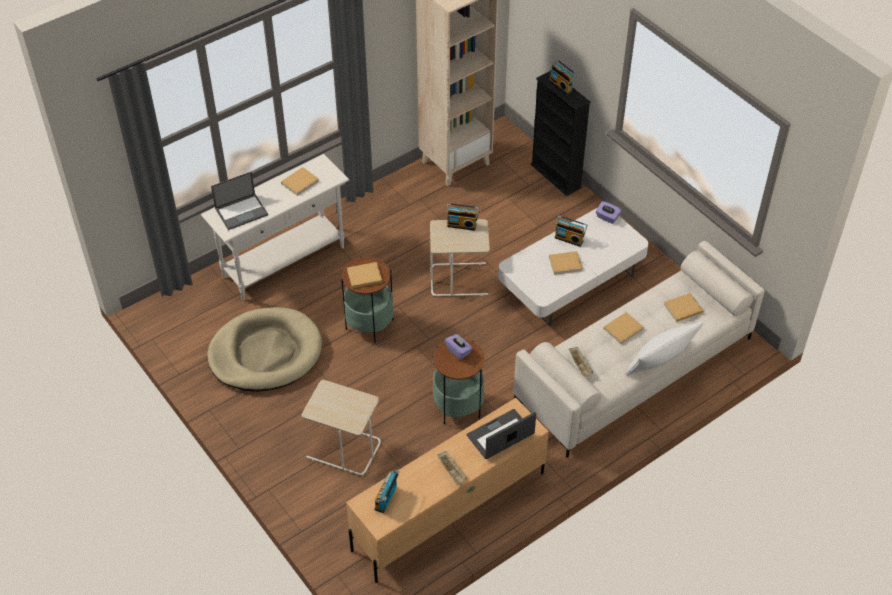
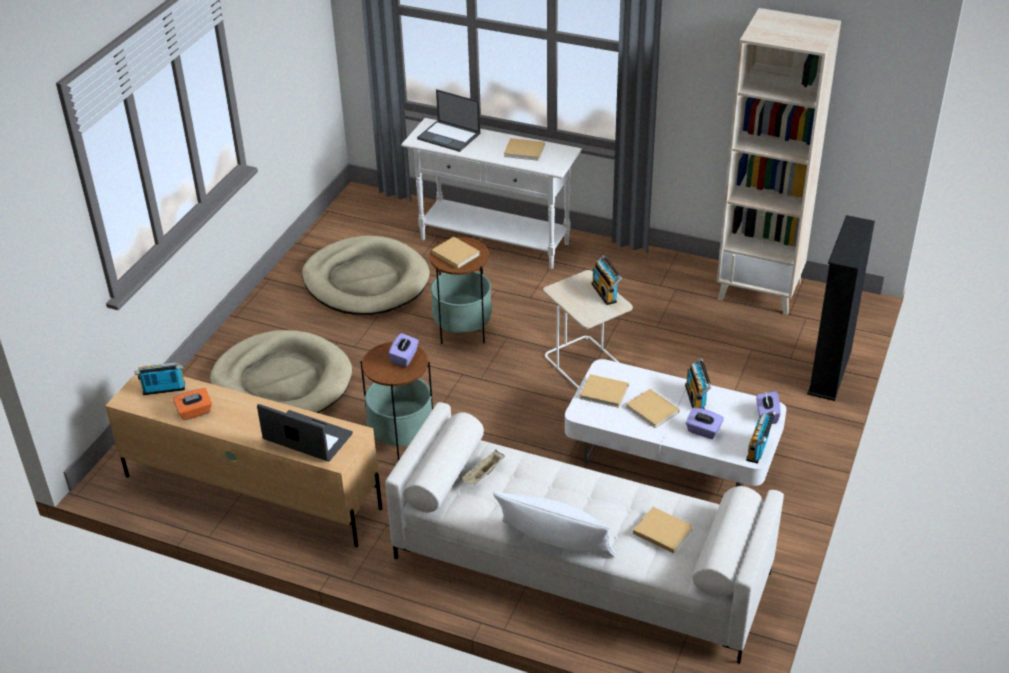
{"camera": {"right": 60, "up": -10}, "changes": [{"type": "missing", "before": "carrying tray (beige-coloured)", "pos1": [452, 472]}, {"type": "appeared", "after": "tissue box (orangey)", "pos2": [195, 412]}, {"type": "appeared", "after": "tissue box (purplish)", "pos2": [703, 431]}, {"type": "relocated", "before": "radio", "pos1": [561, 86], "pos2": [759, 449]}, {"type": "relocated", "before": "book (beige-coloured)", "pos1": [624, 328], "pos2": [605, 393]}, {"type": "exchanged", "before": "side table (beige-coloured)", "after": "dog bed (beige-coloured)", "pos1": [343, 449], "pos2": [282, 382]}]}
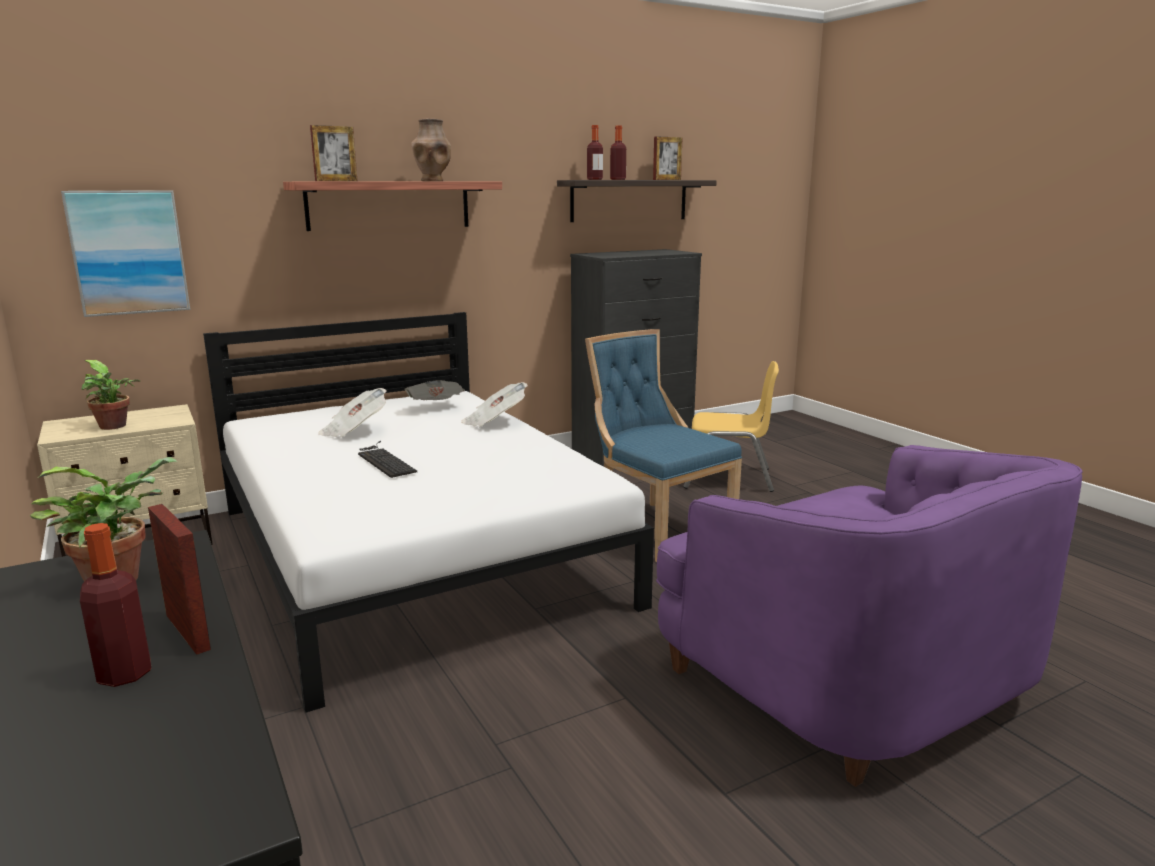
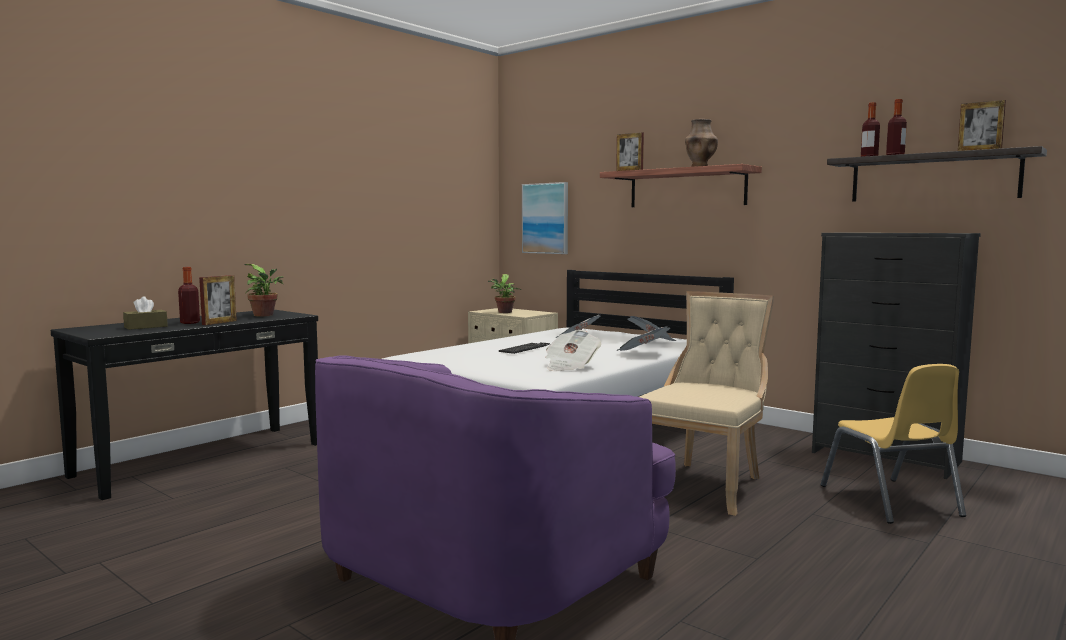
{"camera": {"right": 70, "up": -10}, "changes": [{"type": "appeared", "after": "tissue box (brown)", "pos2": [146, 327]}, {"type": "appeared", "after": "newspaper", "pos2": [570, 366]}, {"type": "colour", "before": "upright chair (bluish)", "after": "upright chair (beige-coloured)", "pos1": [656, 527], "pos2": [704, 485]}]}
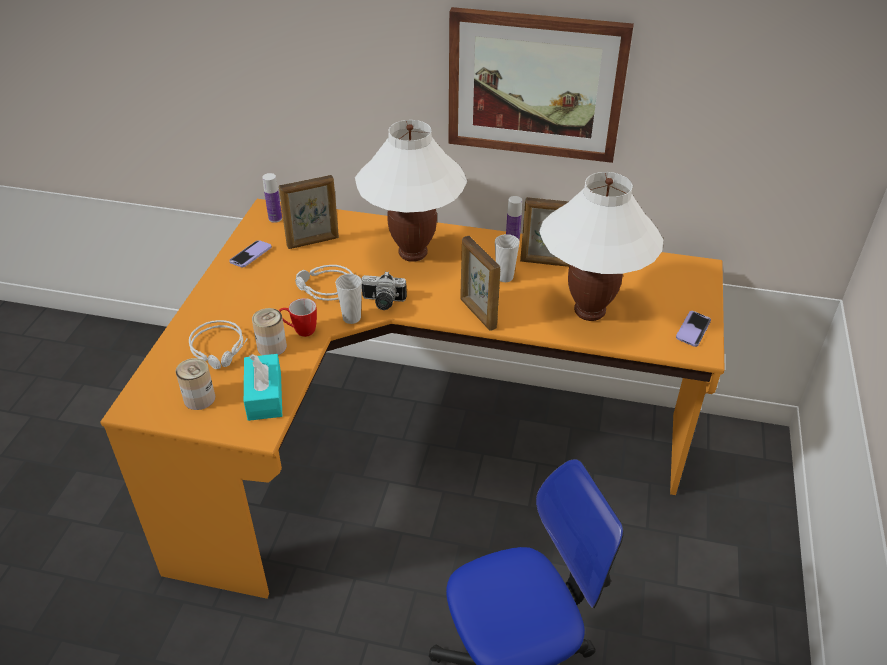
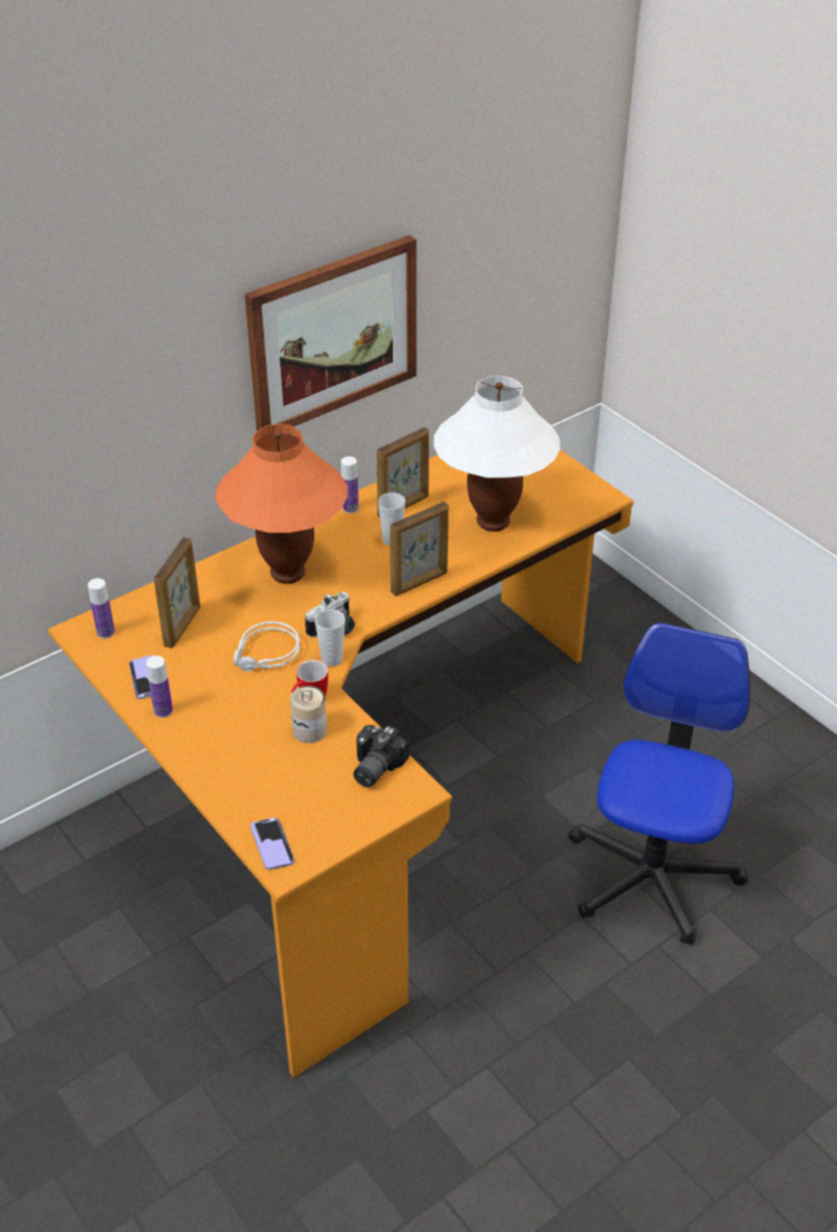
{"camera": {"right": -50, "up": 0}, "changes": [{"type": "missing", "before": "sealed can", "pos1": [199, 398]}, {"type": "missing", "before": "pair of headphones (greyish)", "pos1": [220, 349]}, {"type": "appeared", "after": "drink bottle", "pos2": [163, 711]}, {"type": "relocated", "before": "telephone", "pos1": [693, 330], "pos2": [272, 845]}, {"type": "exchanged", "before": "tissue box (blue-green)", "after": "photo camera", "pos1": [264, 396], "pos2": [373, 767]}, {"type": "colour", "before": "lamp for a table (whitish)", "after": "lamp for a table (orangey)", "pos1": [413, 253], "pos2": [287, 573]}, {"type": "spun", "before": "standing frame", "pos1": [477, 314], "pos2": [420, 583], "turn": -45}]}
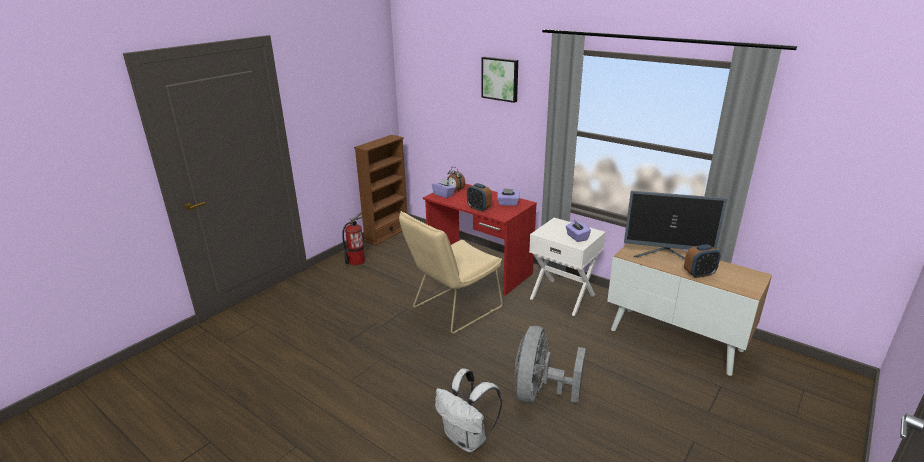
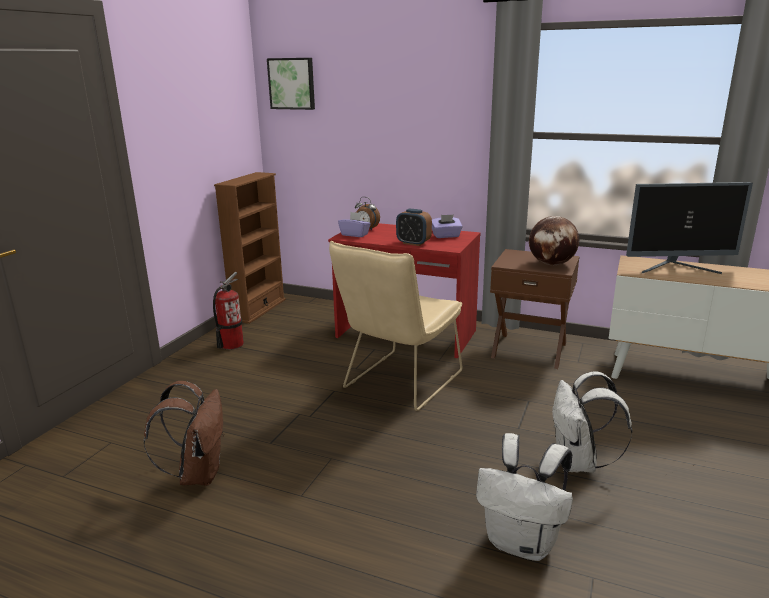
{"camera": {"right": -15, "up": -5}, "changes": [{"type": "missing", "before": "table clock", "pos1": [699, 274]}, {"type": "appeared", "after": "rucksack (brown)", "pos2": [198, 473]}, {"type": "relocated", "before": "wall picture", "pos1": [500, 79], "pos2": [292, 83]}, {"type": "exchanged", "before": "fan (greyish)", "after": "rucksack (whitish)", "pos1": [540, 392], "pos2": [578, 463]}, {"type": "exchanged", "before": "tissue box (purplish)", "after": "world globe", "pos1": [577, 237], "pos2": [552, 264]}, {"type": "colour", "before": "night table (whitish)", "after": "night table (brown)", "pos1": [563, 296], "pos2": [529, 350]}]}
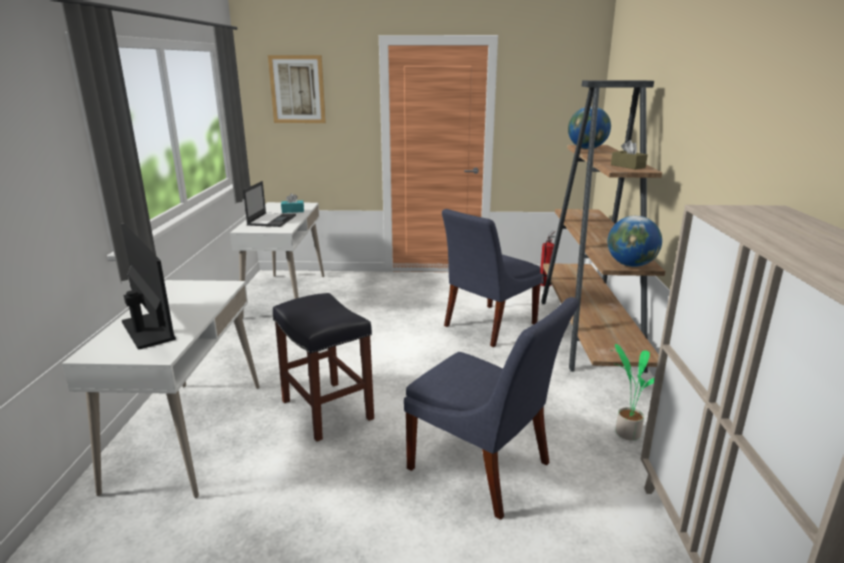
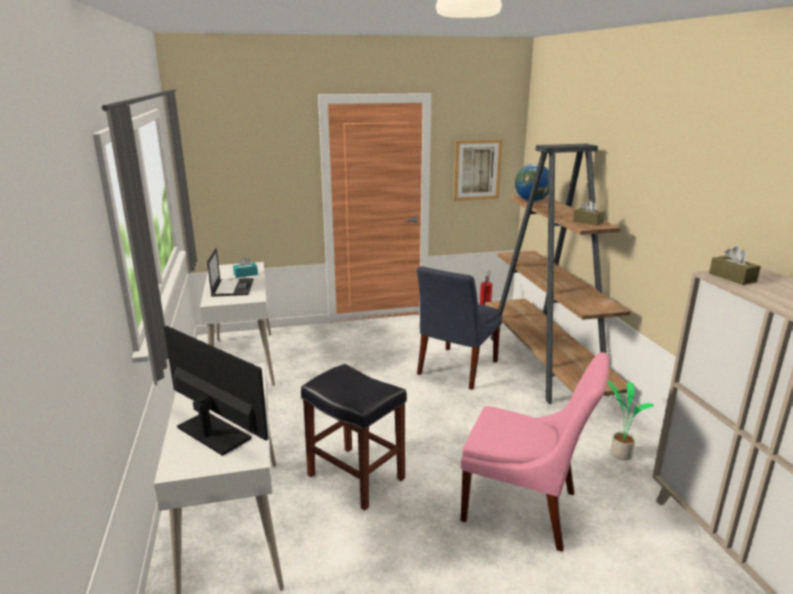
{"camera": {"right": -15, "up": 0}, "changes": [{"type": "missing", "before": "world globe", "pos1": [631, 265]}, {"type": "appeared", "after": "tissue box (brown)", "pos2": [732, 277]}, {"type": "relocated", "before": "wall picture", "pos1": [297, 89], "pos2": [477, 170]}, {"type": "colour", "before": "upright chair (bluish)", "after": "upright chair (pinkish)", "pos1": [483, 469], "pos2": [525, 509]}]}
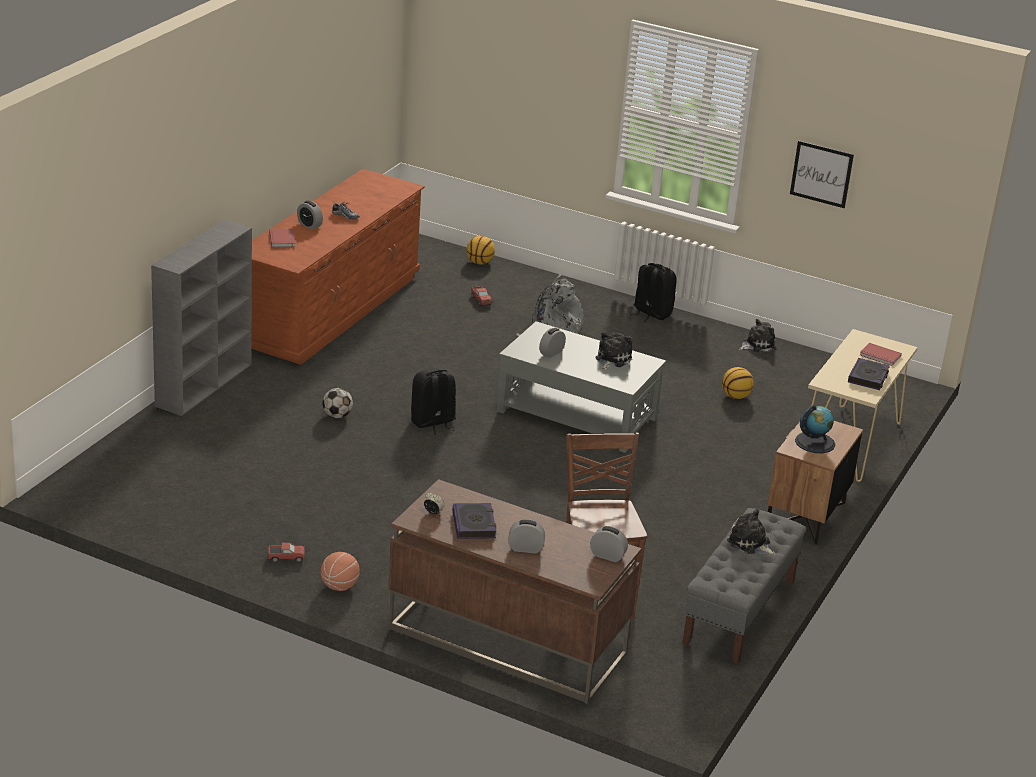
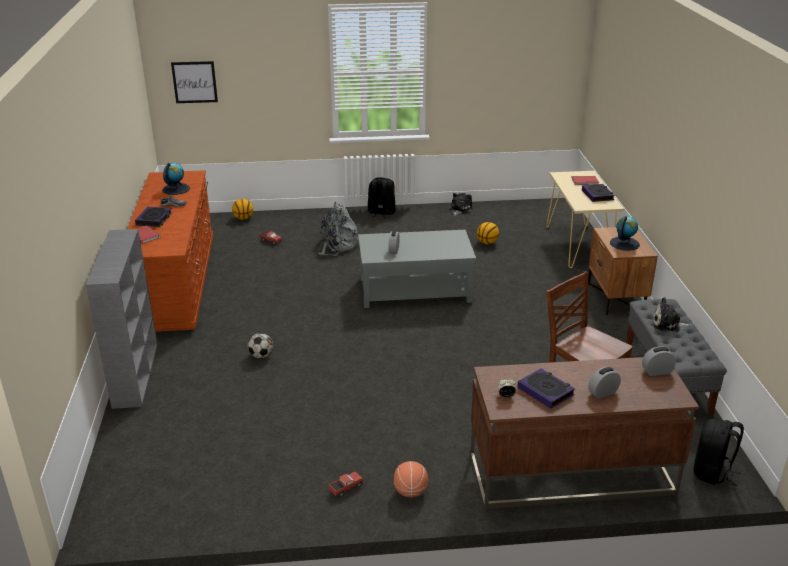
{"camera": {"right": -30, "up": 0}, "changes": [{"type": "missing", "before": "soft toy", "pos1": [611, 359]}, {"type": "appeared", "after": "world globe", "pos2": [176, 189]}, {"type": "relocated", "before": "rucksack (black-coloured)", "pos1": [433, 423], "pos2": [712, 472]}, {"type": "relocated", "before": "wall picture", "pos1": [821, 174], "pos2": [194, 82]}, {"type": "exchanged", "before": "table clock", "after": "book", "pos1": [309, 225], "pos2": [154, 219]}]}
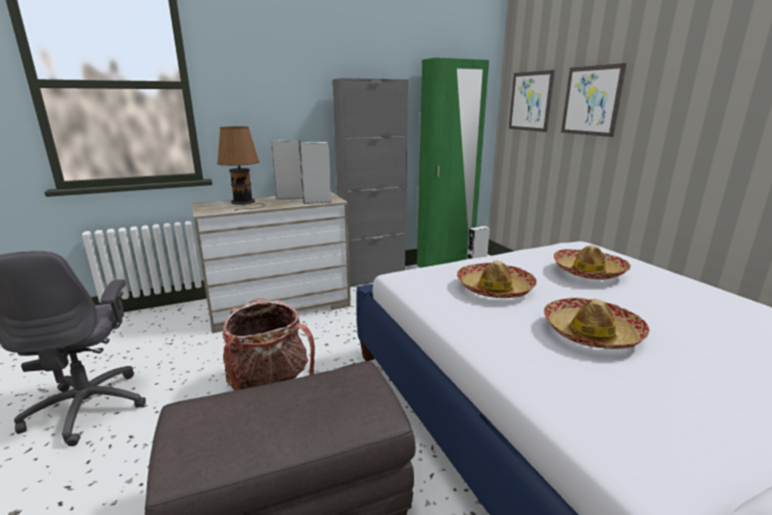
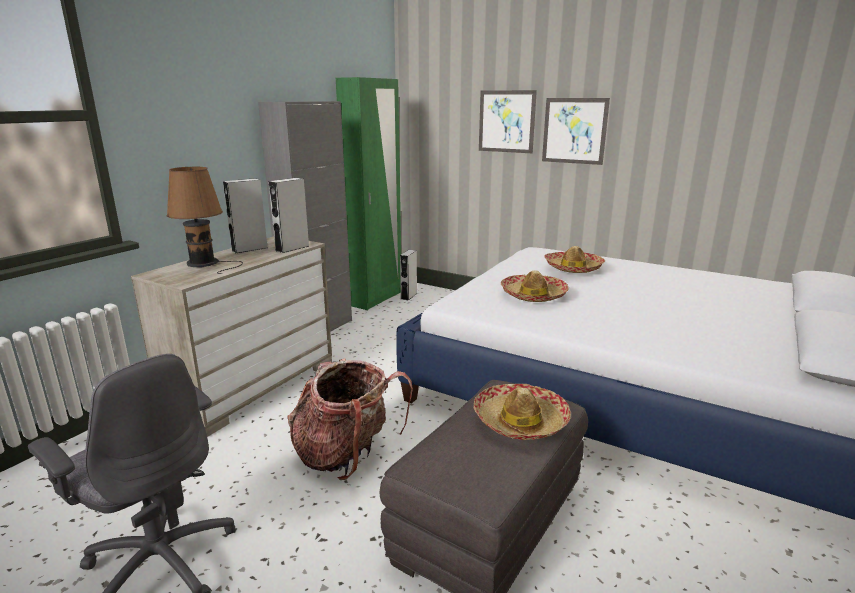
{"camera": {"right": -35, "up": 0}, "changes": [{"type": "relocated", "before": "wall picture", "pos1": [530, 101], "pos2": [574, 131]}, {"type": "relocated", "before": "hat", "pos1": [590, 333], "pos2": [520, 421]}]}
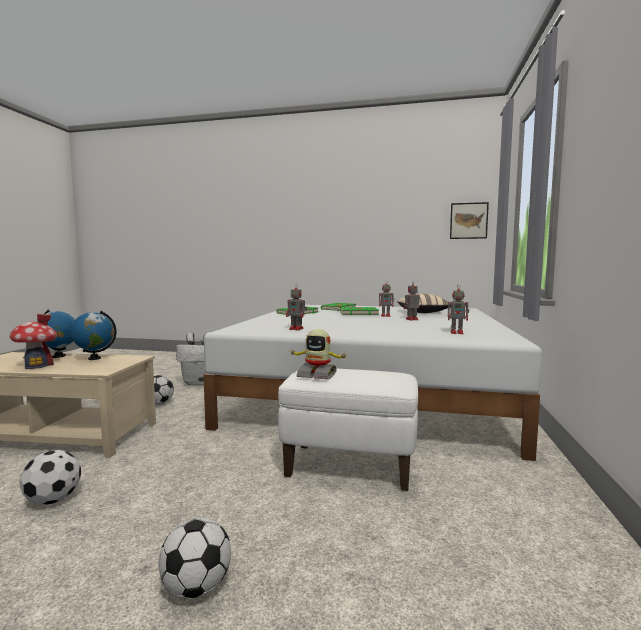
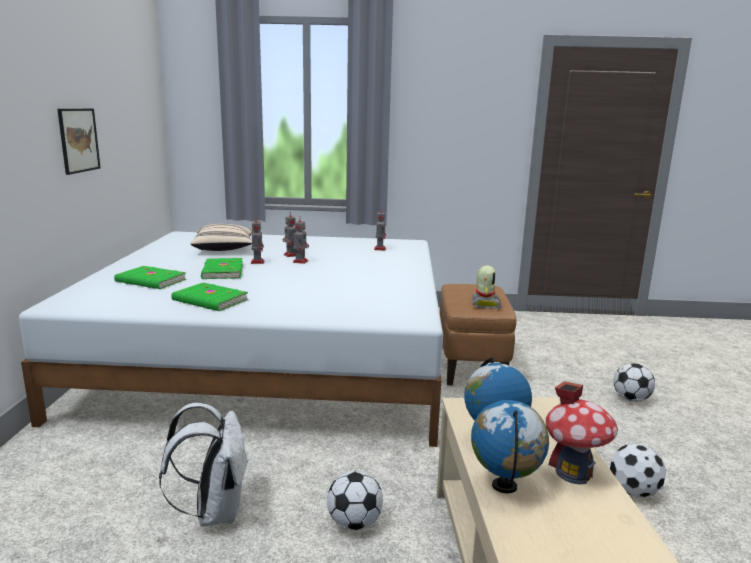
{"camera": {"right": -100, "up": 10}, "changes": [{"type": "relocated", "before": "model robot", "pos1": [297, 329], "pos2": [300, 261]}, {"type": "relocated", "before": "wall picture", "pos1": [468, 220], "pos2": [78, 140]}, {"type": "colour", "before": "footrest (whitish)", "after": "footrest (brown)", "pos1": [350, 466], "pos2": [471, 365]}]}
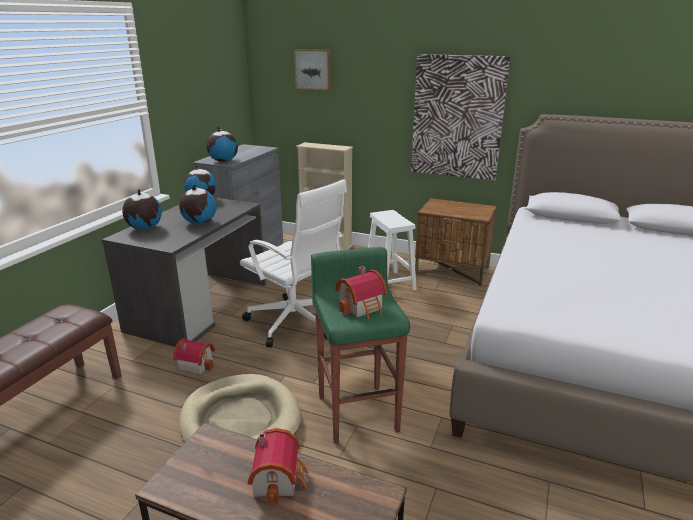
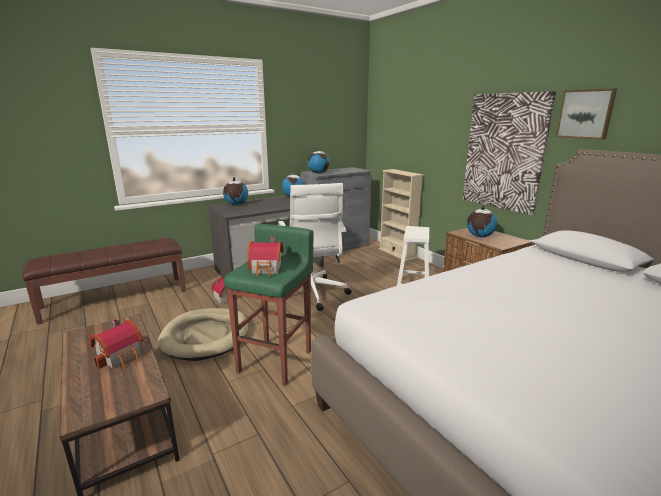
{"camera": {"right": 35, "up": -5}, "changes": [{"type": "relocated", "before": "world globe", "pos1": [199, 223], "pos2": [479, 236]}, {"type": "relocated", "before": "wall picture", "pos1": [313, 69], "pos2": [586, 114]}]}
